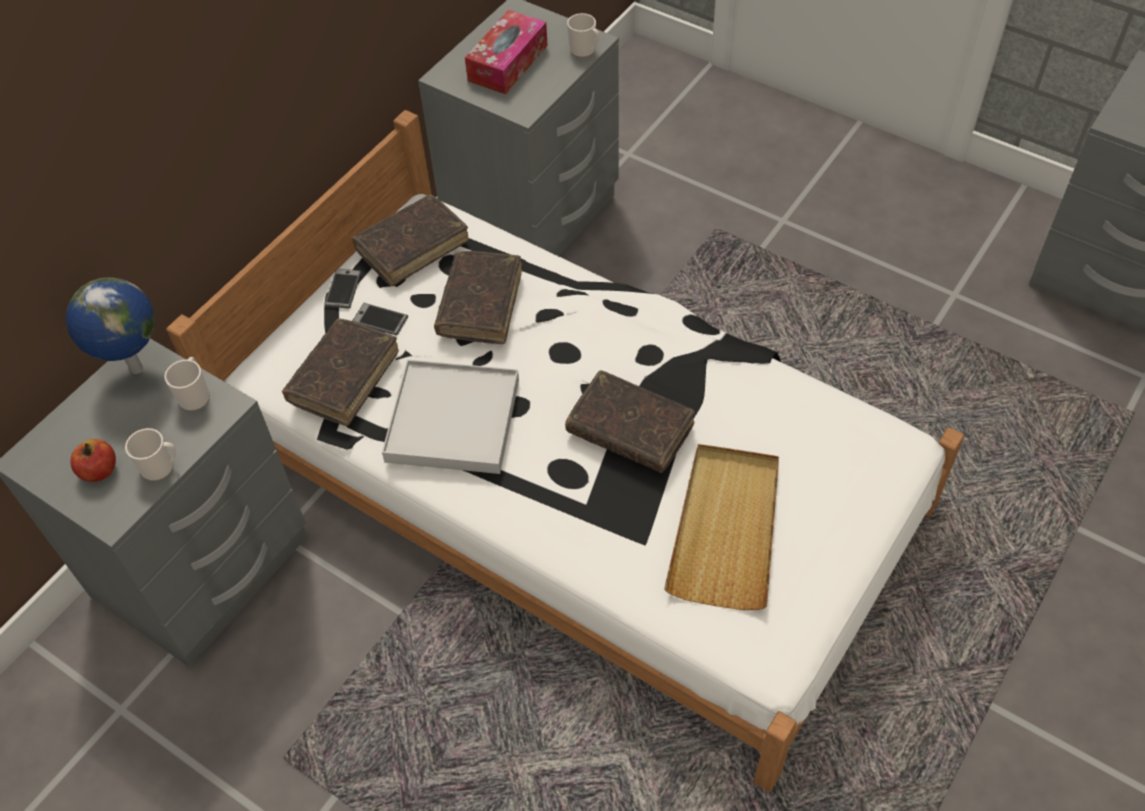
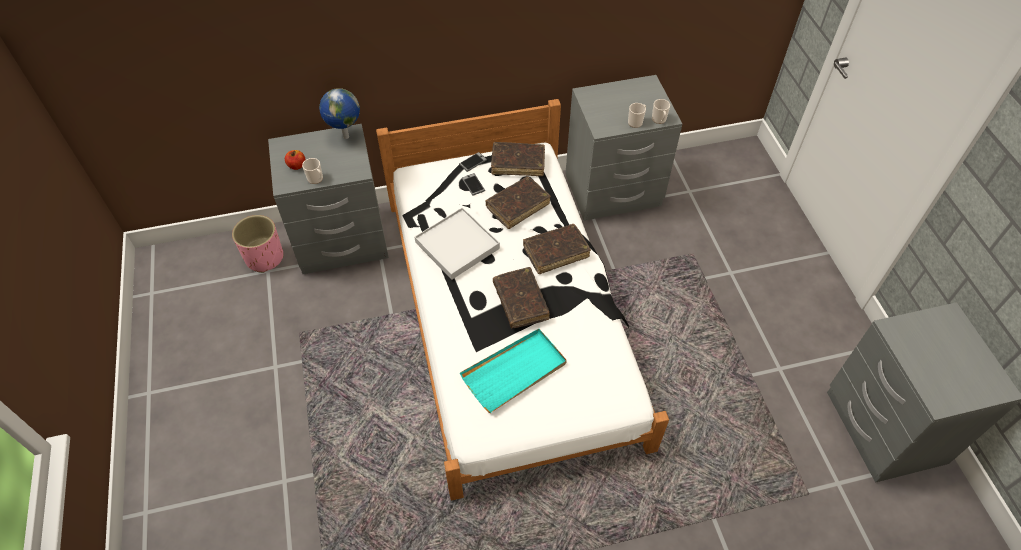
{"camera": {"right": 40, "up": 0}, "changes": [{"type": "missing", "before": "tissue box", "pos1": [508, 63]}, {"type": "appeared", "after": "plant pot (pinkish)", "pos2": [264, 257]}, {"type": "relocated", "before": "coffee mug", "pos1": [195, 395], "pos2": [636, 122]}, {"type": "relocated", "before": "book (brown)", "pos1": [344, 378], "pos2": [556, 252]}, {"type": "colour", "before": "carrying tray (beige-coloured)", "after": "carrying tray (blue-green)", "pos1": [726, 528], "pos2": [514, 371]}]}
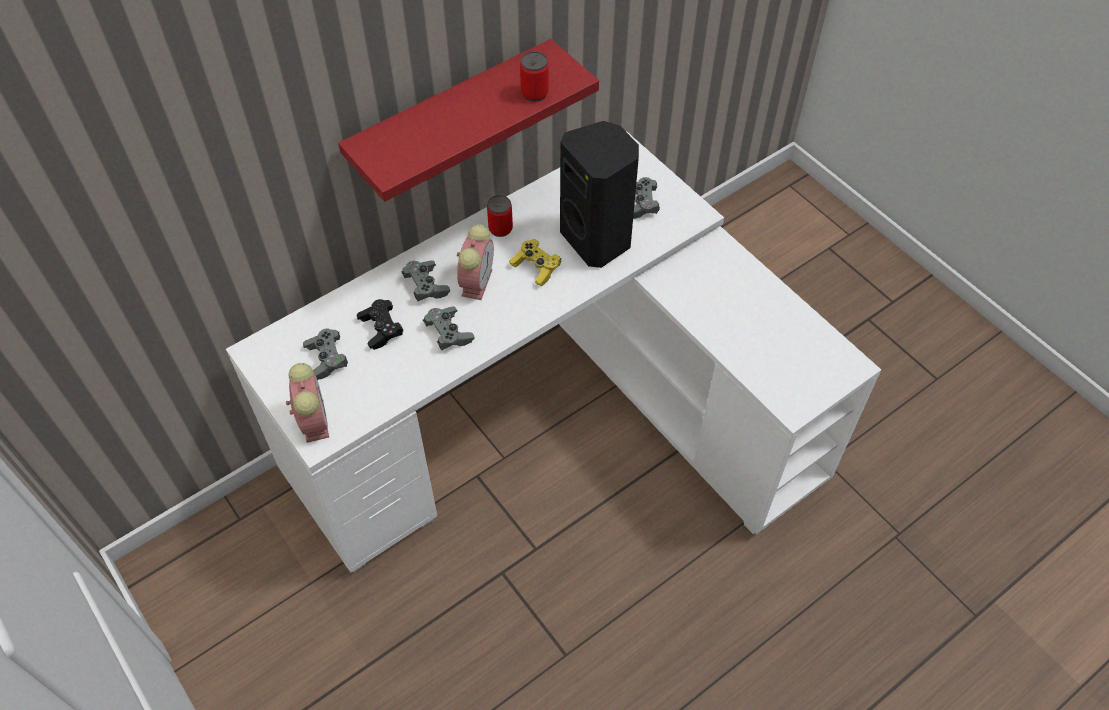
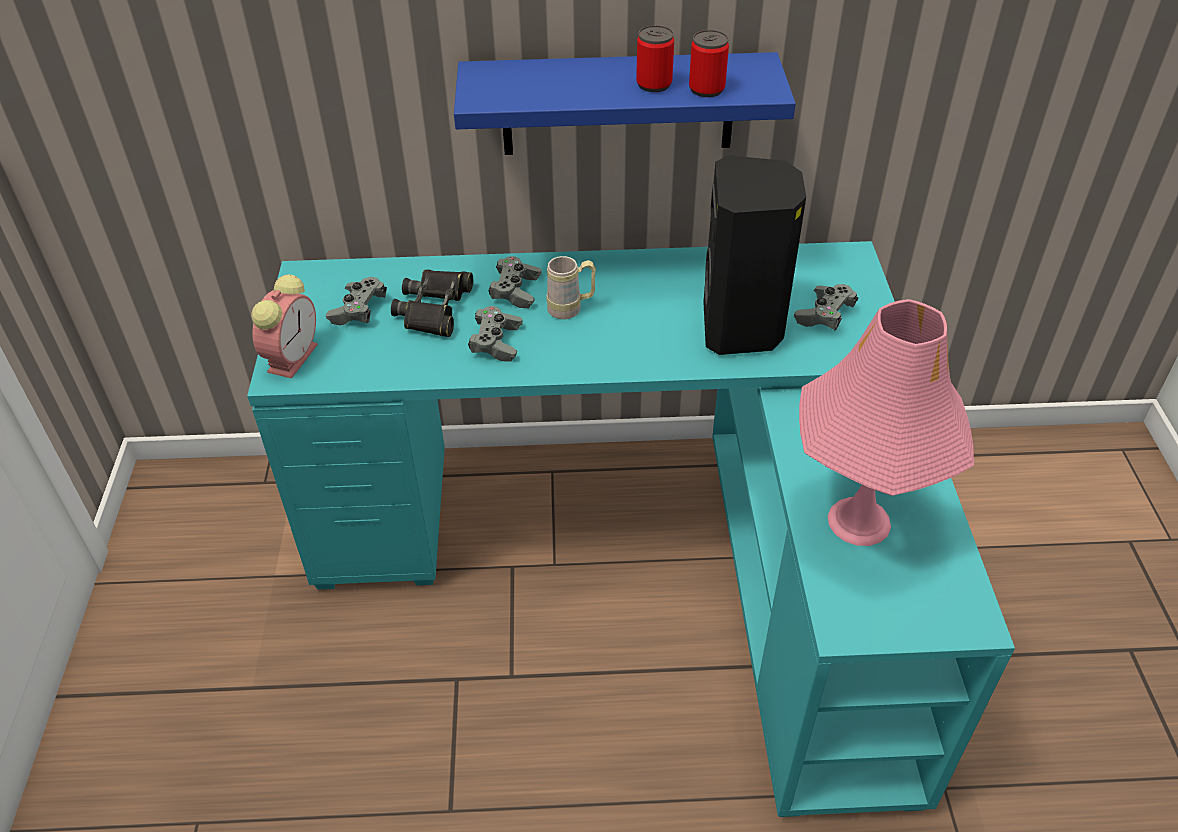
{"camera": {"right": 35, "up": -10}, "changes": [{"type": "missing", "before": "game controller (yellowish)", "pos1": [536, 268]}, {"type": "appeared", "after": "lamp for a table (pinkish)", "pos2": [859, 521]}, {"type": "relocated", "before": "sealed can", "pos1": [500, 228], "pos2": [654, 84]}, {"type": "exchanged", "before": "game controller (black-coloured)", "after": "pair of binoculars (black-coloured)", "pos1": [381, 329], "pos2": [434, 309]}, {"type": "exchanged", "before": "table clock", "after": "coffee mug (beige-coloured)", "pos1": [476, 281], "pos2": [571, 309]}, {"type": "colour", "before": "desk table (whitish)", "after": "desk table (blue-green)", "pos1": [557, 417], "pos2": [644, 555]}, {"type": "colour", "before": "wall shelf (red)", "after": "wall shelf (bluish)", "pos1": [452, 119], "pos2": [617, 104]}]}
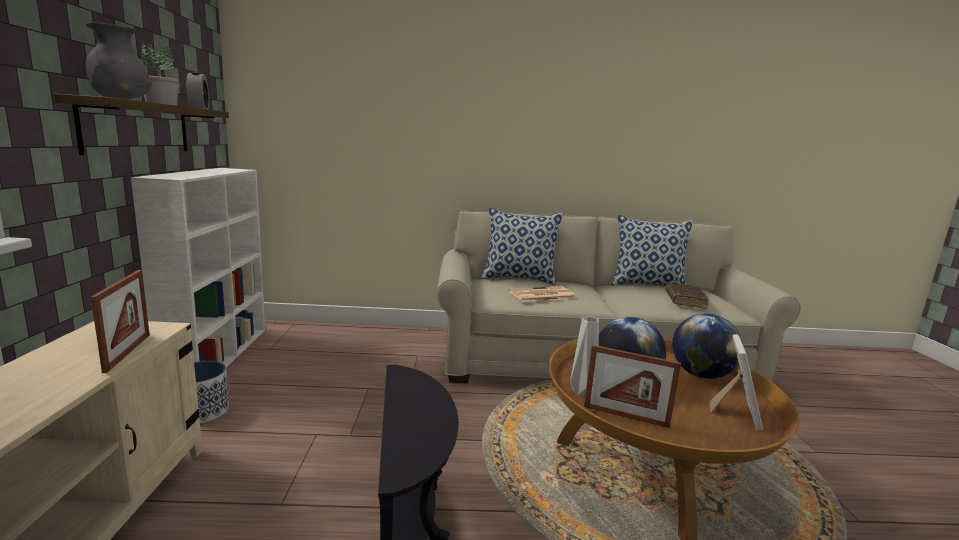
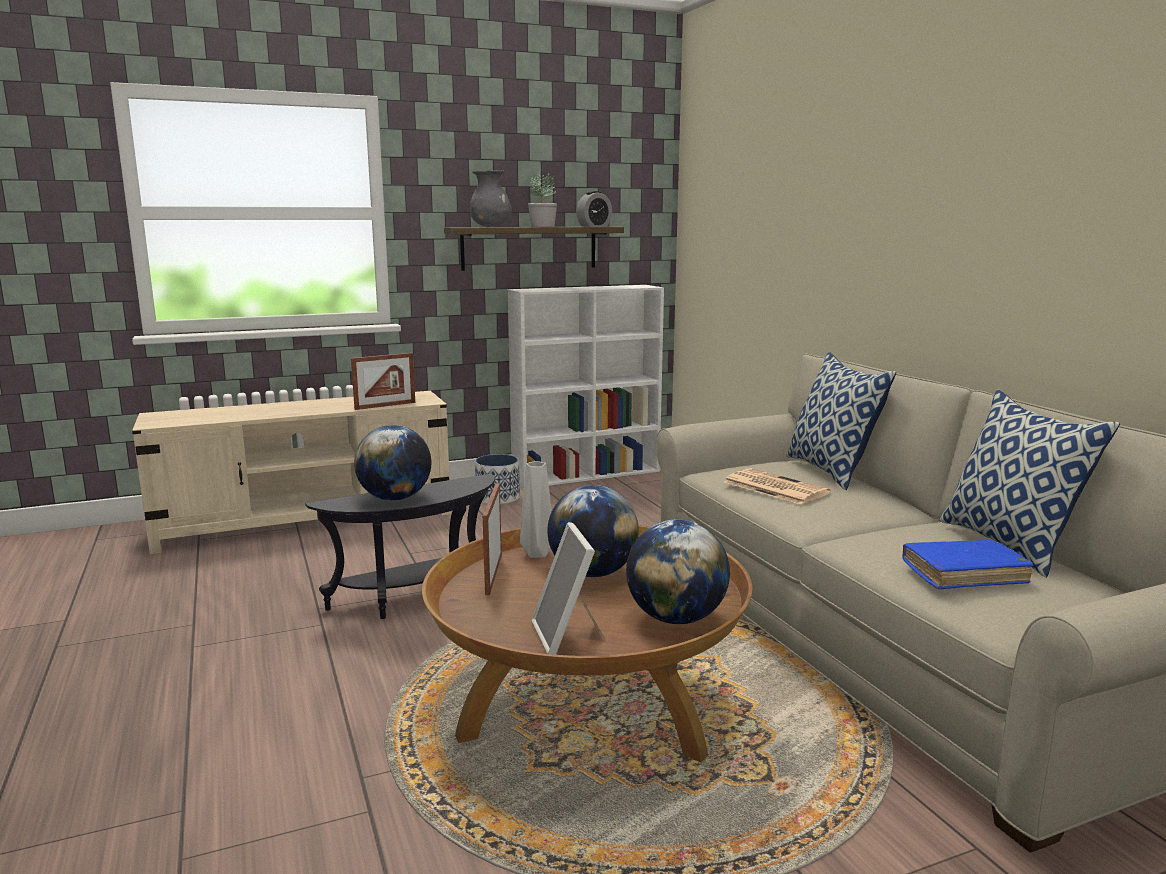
{"camera": {"right": 70, "up": 0}, "changes": [{"type": "appeared", "after": "world globe", "pos2": [395, 498]}, {"type": "colour", "before": "book (brown)", "after": "book (bluish)", "pos1": [684, 300], "pos2": [964, 574]}, {"type": "spun", "before": "standing frame", "pos1": [735, 413], "pos2": [567, 636], "turn": 75}]}
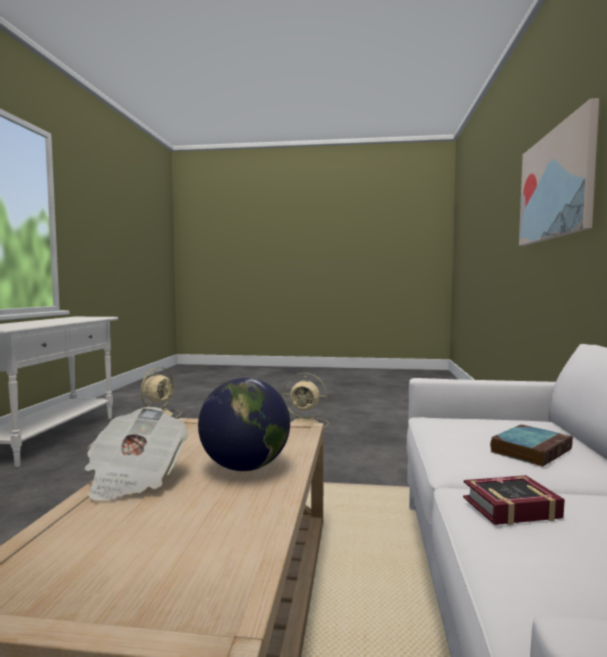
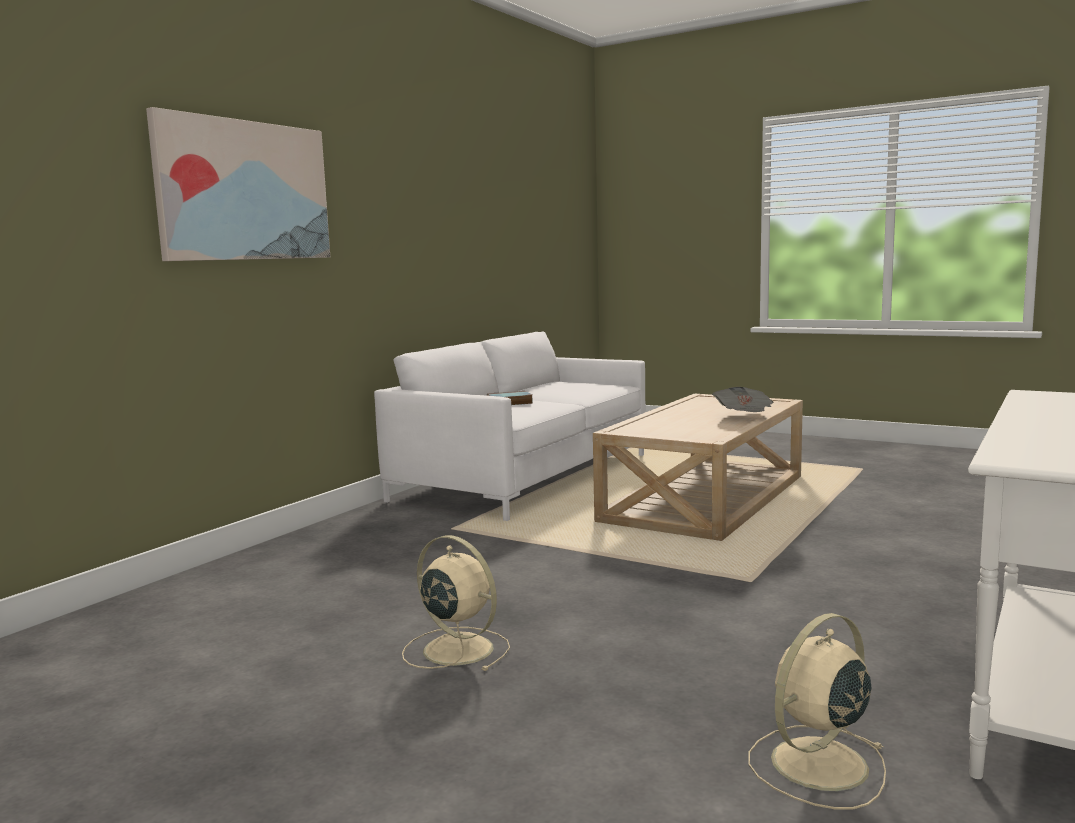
{"camera": {"right": -155, "up": 5}, "changes": [{"type": "missing", "before": "world globe", "pos1": [245, 467]}, {"type": "missing", "before": "book", "pos1": [506, 507]}]}
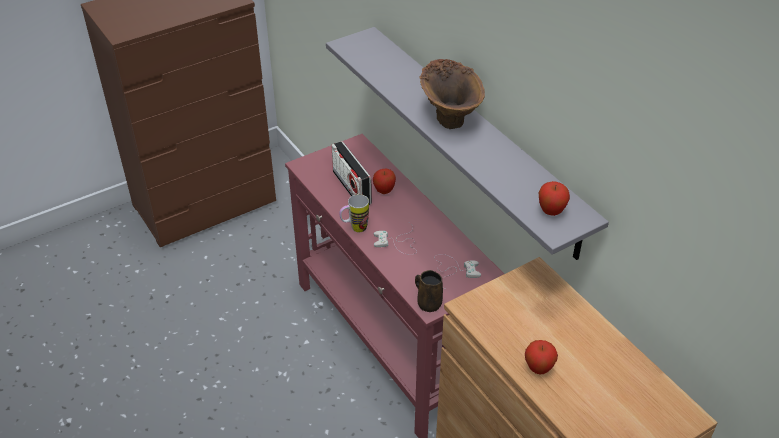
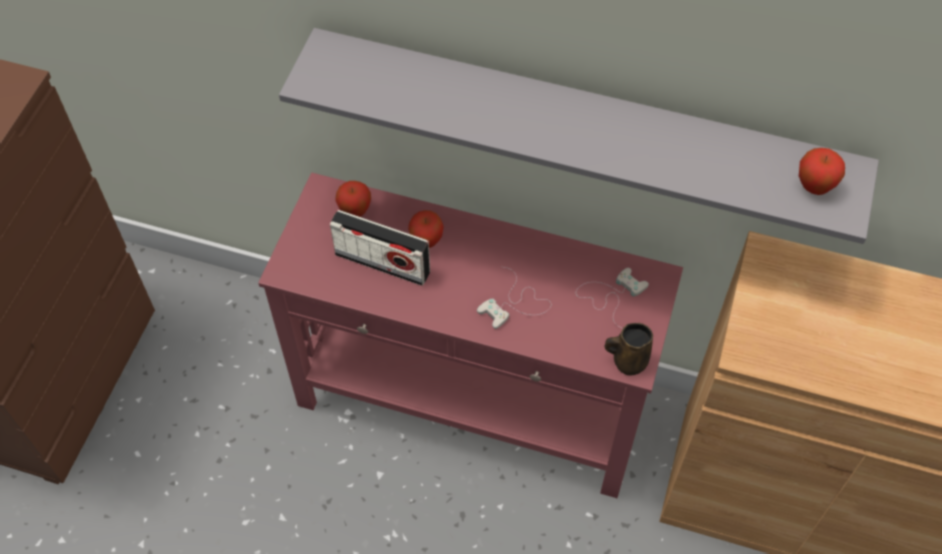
{"camera": {"right": -40, "up": 15}, "changes": [{"type": "missing", "before": "coffee mug", "pos1": [354, 229]}, {"type": "missing", "before": "decorative vase (brown)", "pos1": [450, 116]}, {"type": "relocated", "before": "apple fruit", "pos1": [538, 368], "pos2": [355, 211]}]}
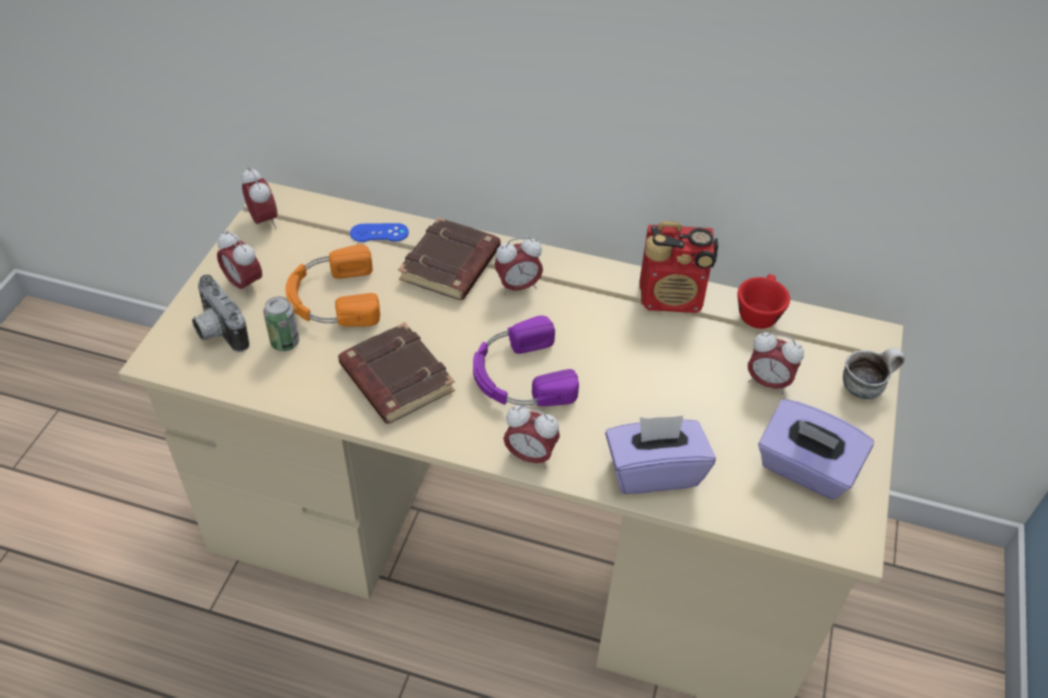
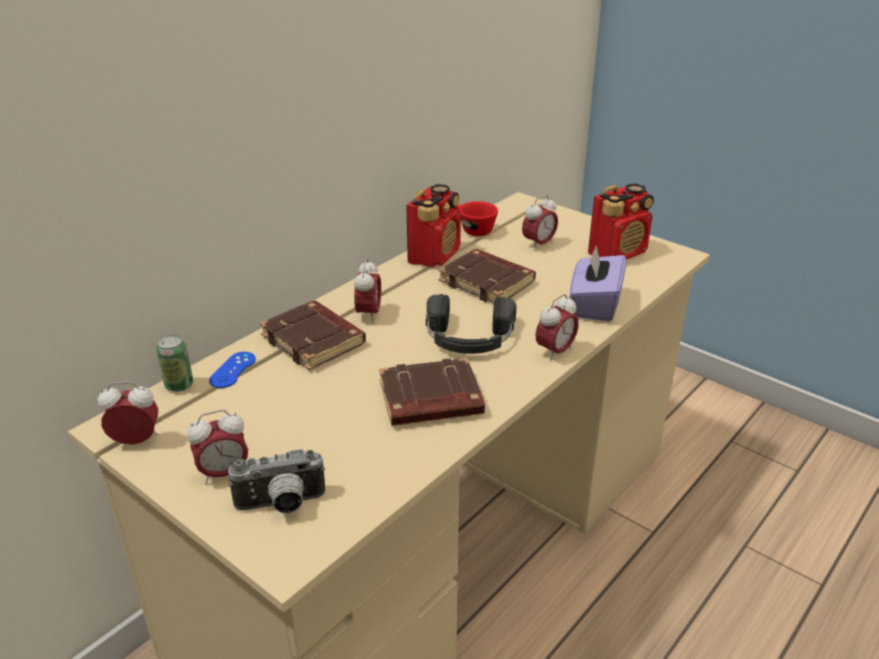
{"camera": {"right": -65, "up": -15}, "changes": [{"type": "missing", "before": "pair of headphones (orangey)", "pos1": [332, 298]}, {"type": "missing", "before": "coffee mug", "pos1": [865, 385]}, {"type": "appeared", "after": "book (brown)", "pos2": [488, 282]}, {"type": "relocated", "before": "sealed can", "pos1": [285, 342], "pos2": [179, 385]}, {"type": "exchanged", "before": "tissue box (purplish)", "after": "radio", "pos1": [805, 469], "pos2": [618, 253]}, {"type": "colour", "before": "pair of headphones (purplish)", "after": "pair of headphones (black-coloured)", "pos1": [519, 376], "pos2": [469, 337]}]}
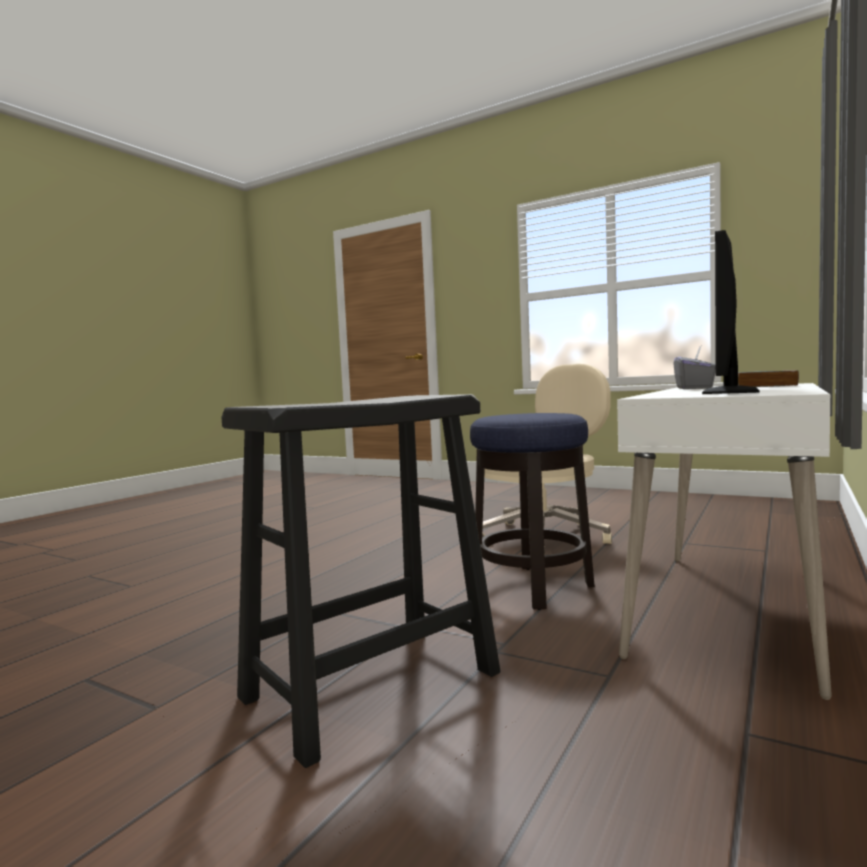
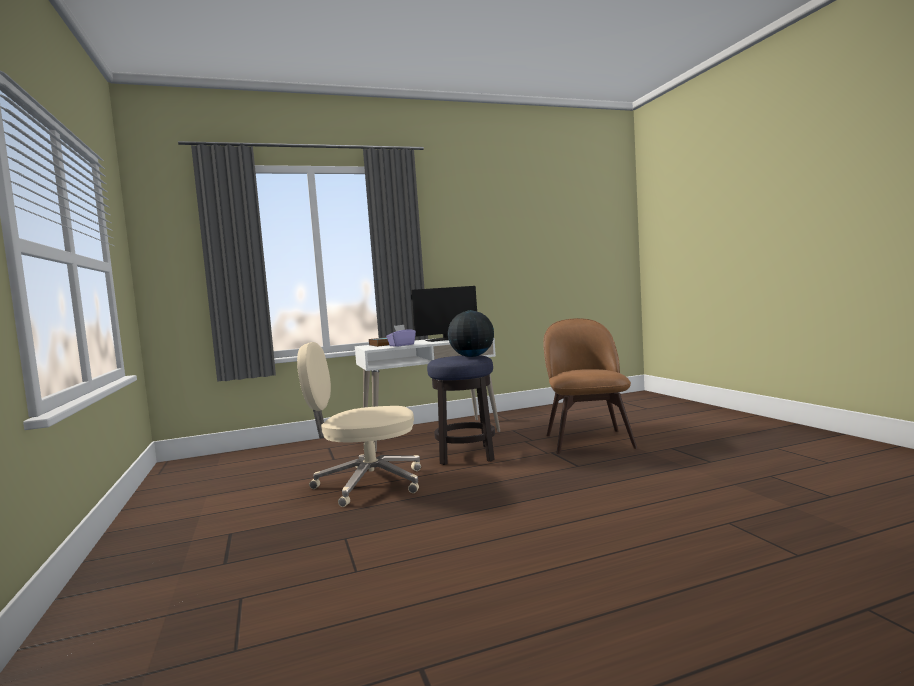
{"camera": {"right": -140, "up": 0}, "changes": [{"type": "appeared", "after": "world globe", "pos2": [472, 356]}, {"type": "exchanged", "before": "sitting stool (black-coloured)", "after": "upright chair (brown)", "pos1": [370, 685], "pos2": [588, 440]}, {"type": "colour", "before": "tissue box (greyish)", "after": "tissue box (purplish)", "pos1": [695, 388], "pos2": [401, 345]}]}
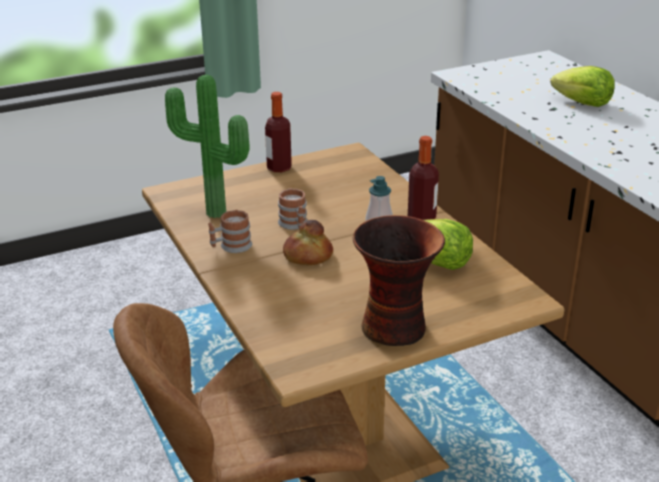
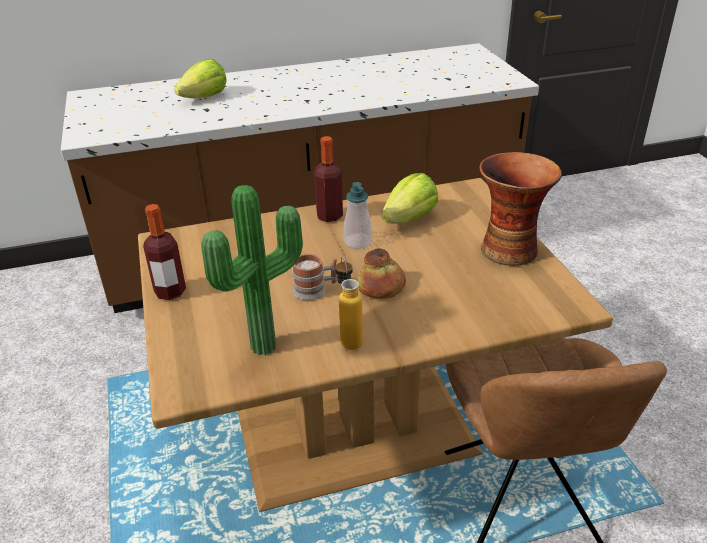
{"camera": {"right": -80, "up": 5}, "changes": [{"type": "exchanged", "before": "coffee mug", "after": "drink bottle", "pos1": [231, 246], "pos2": [349, 337]}]}
